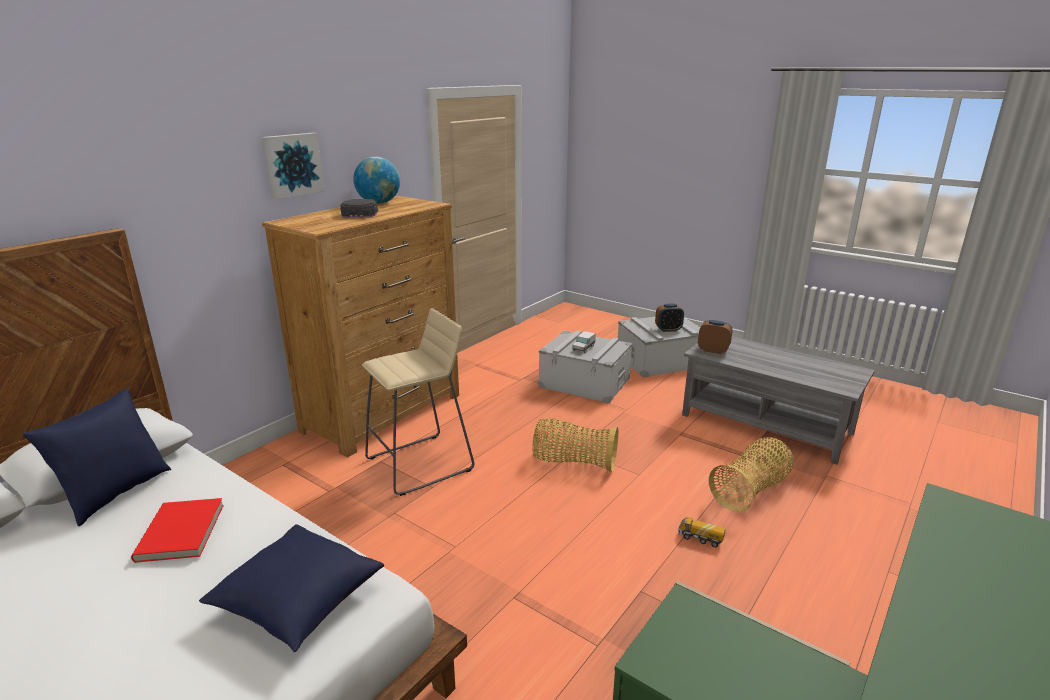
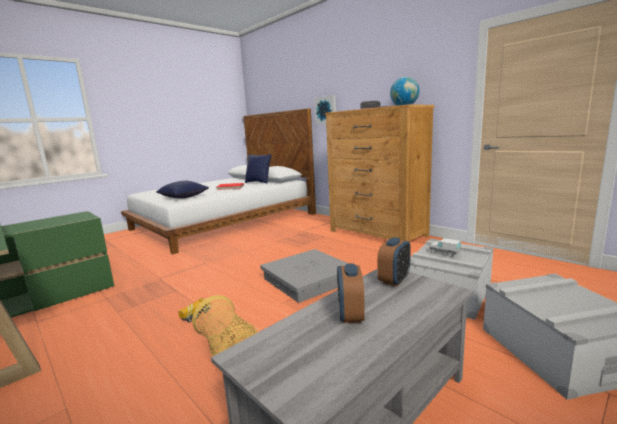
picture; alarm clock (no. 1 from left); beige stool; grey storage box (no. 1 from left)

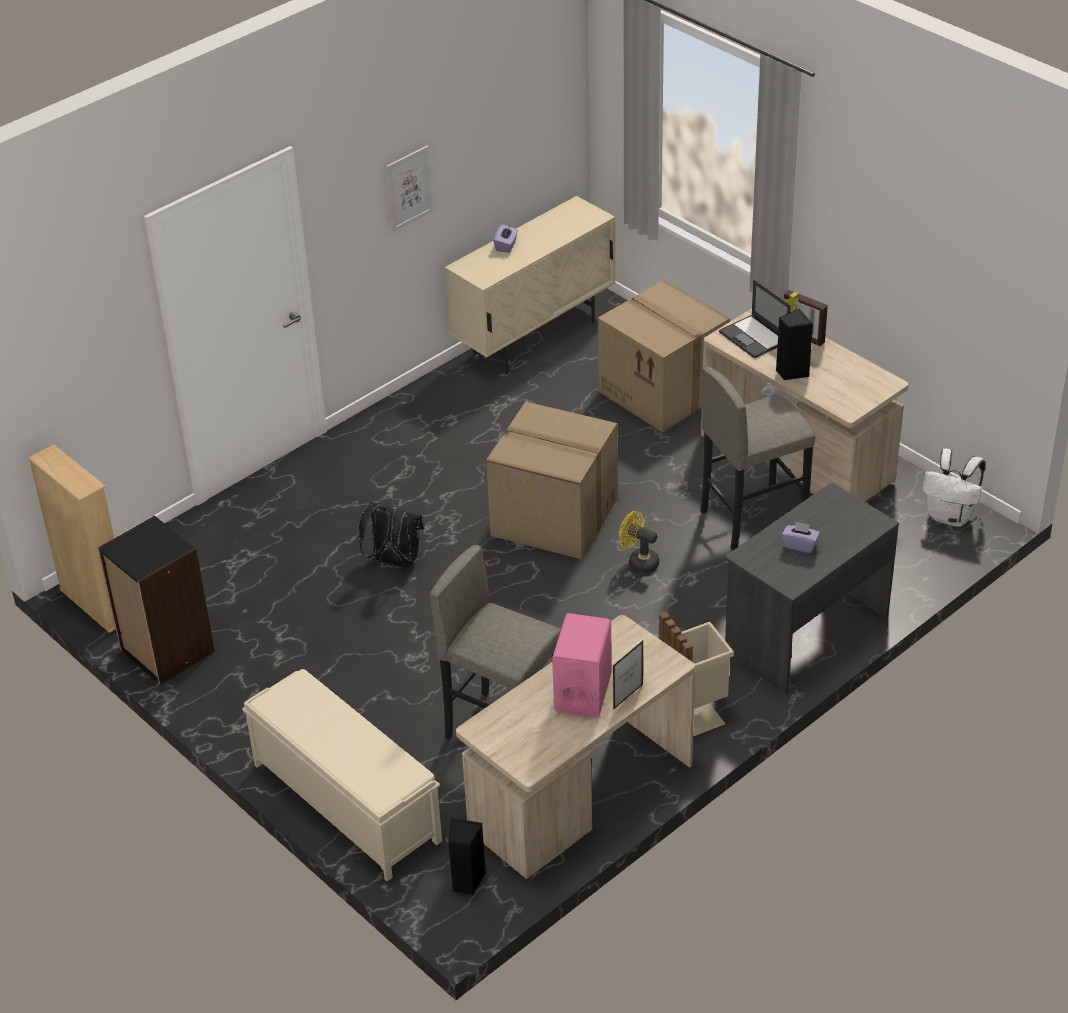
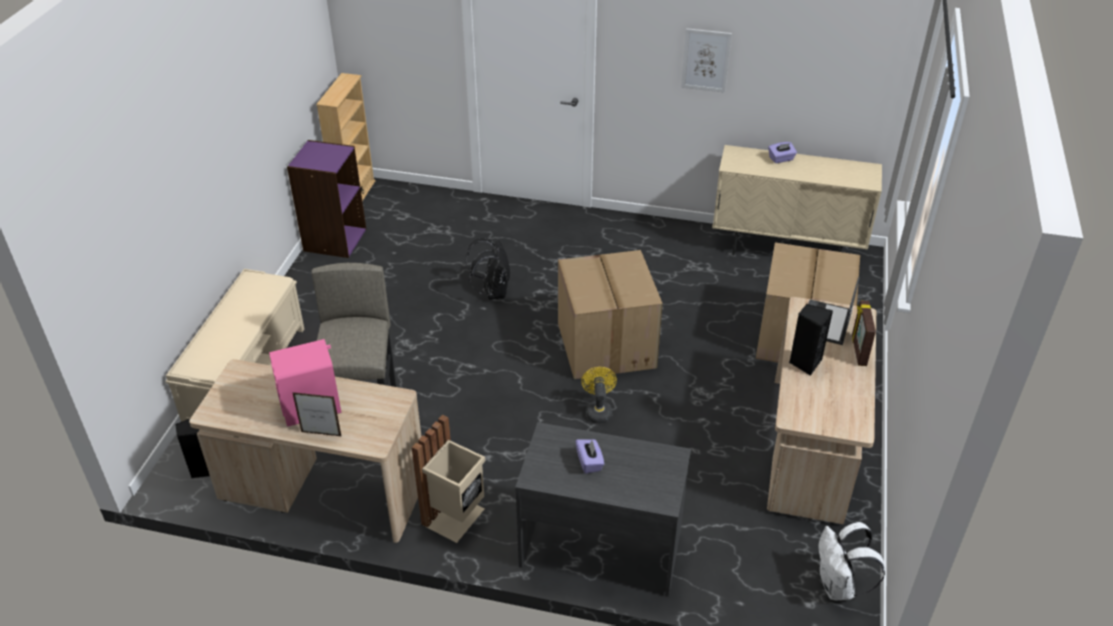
grey stool (no. 2 from left in the first image); purple bookcase

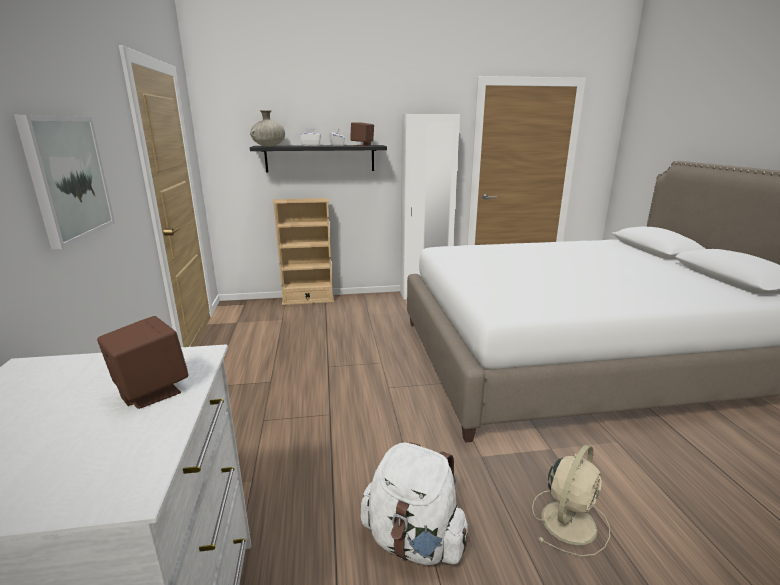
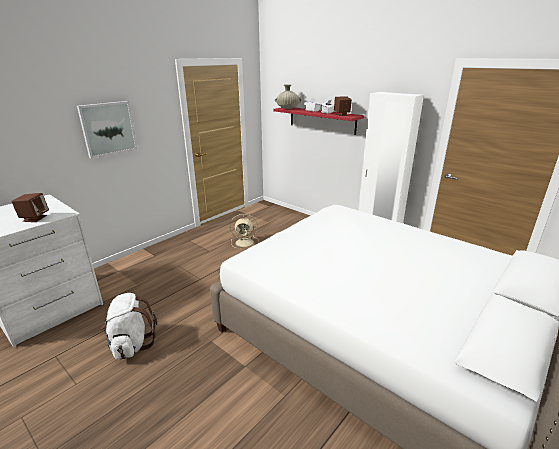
red shelf; beige bookcase; beige fan

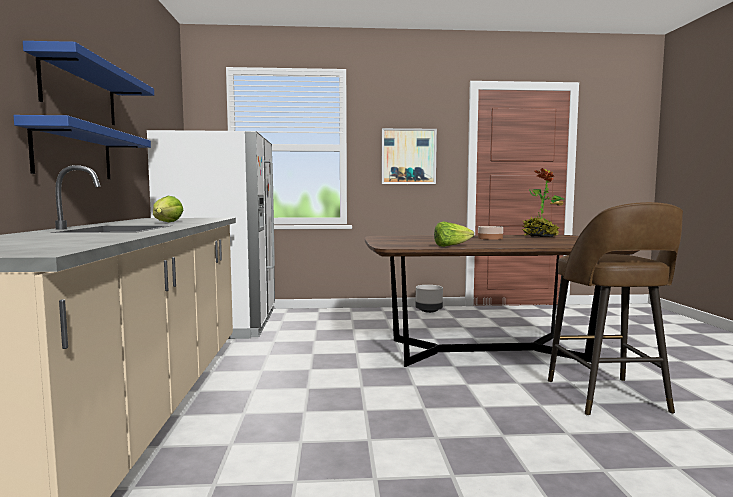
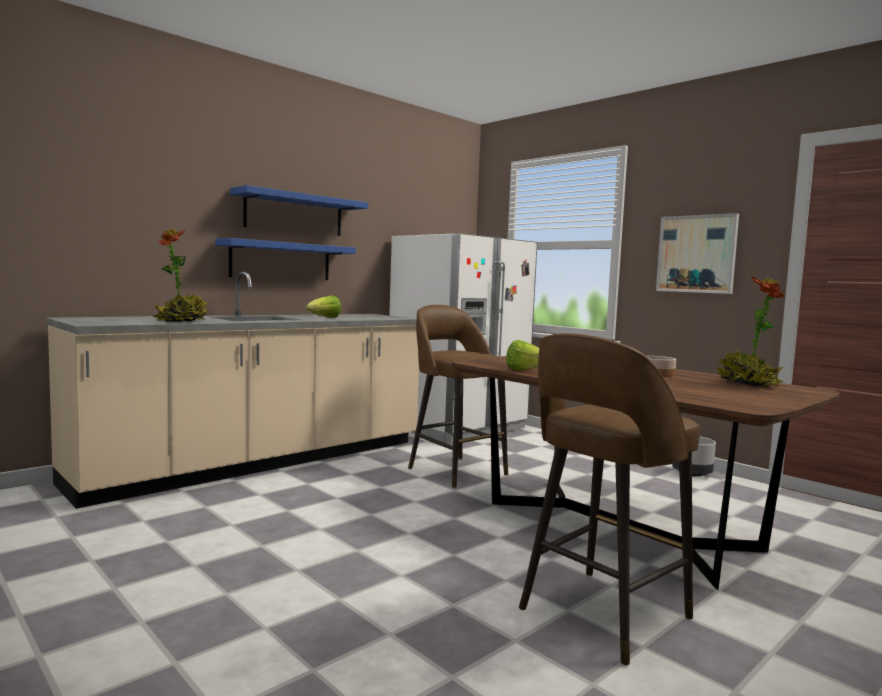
potted plant (no. 1 from left); brown stool (no. 1 from left)

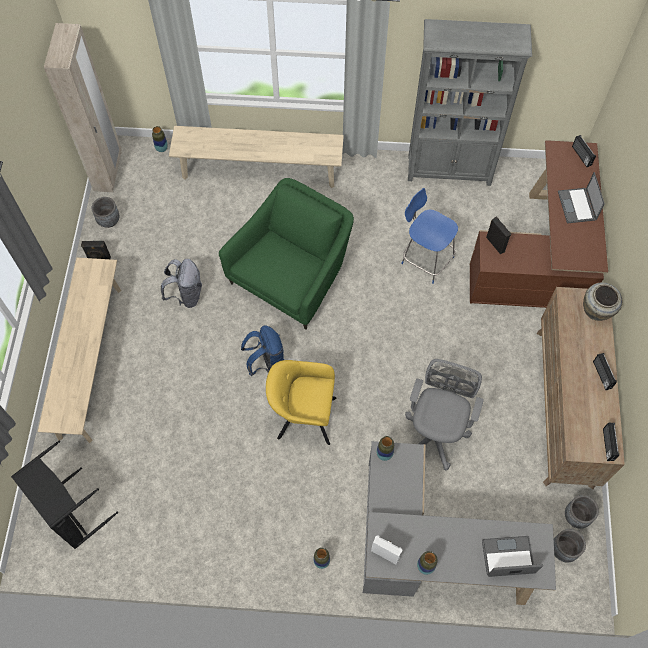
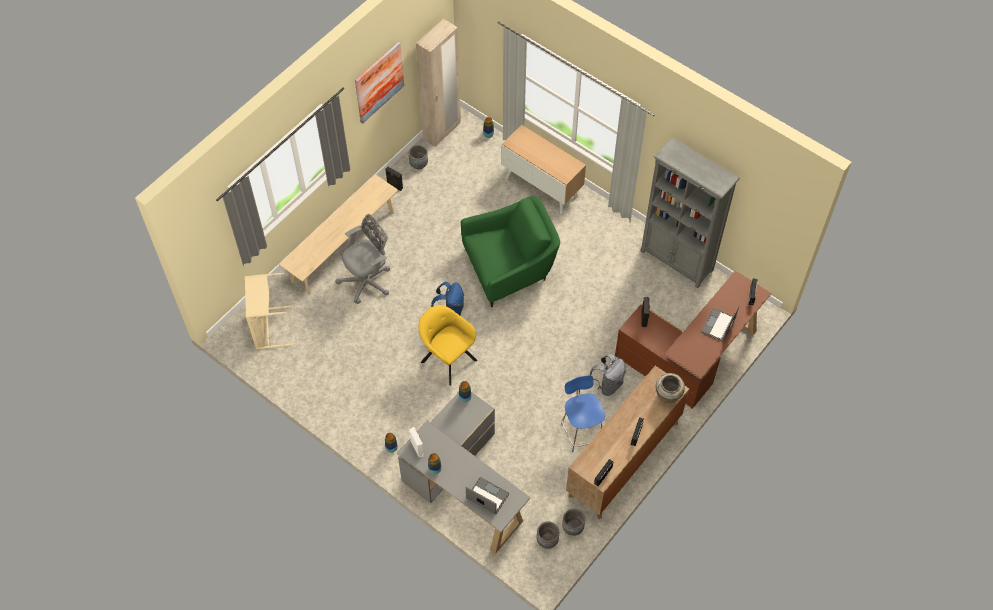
cabinet; blue chair; grey backpack; grey office chair; beige laundry basket; picture

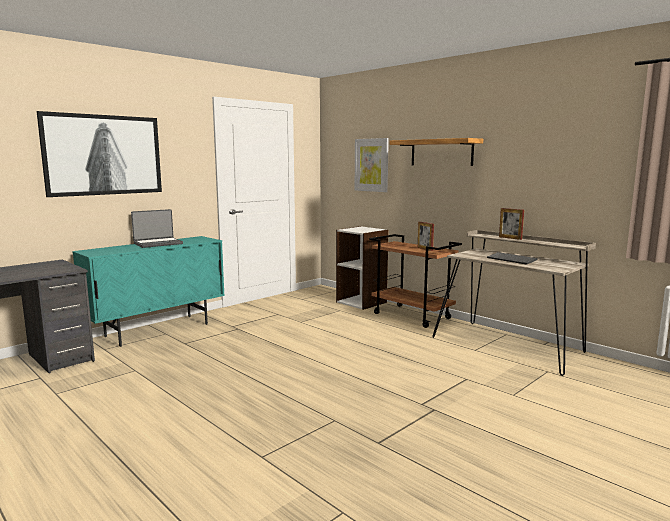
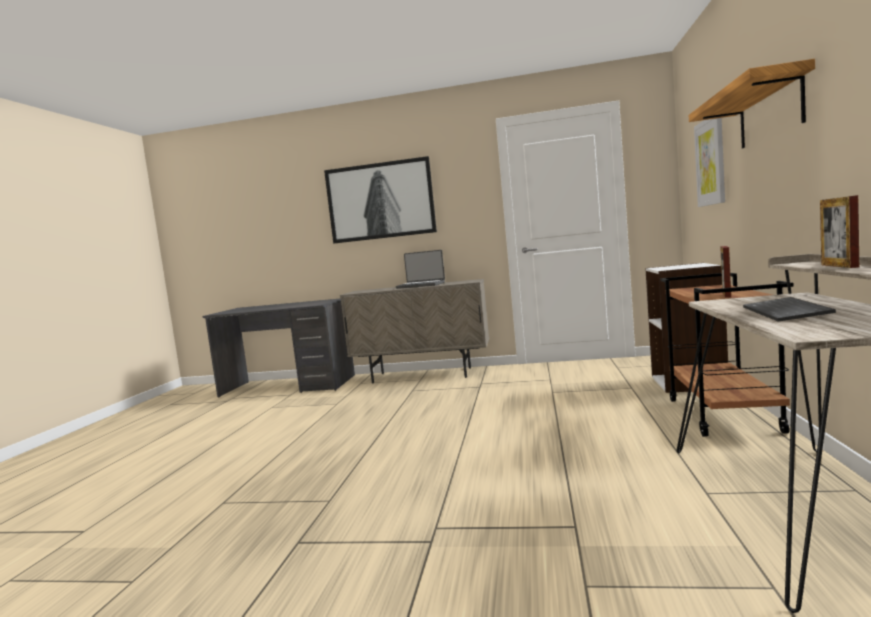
beige cabinet

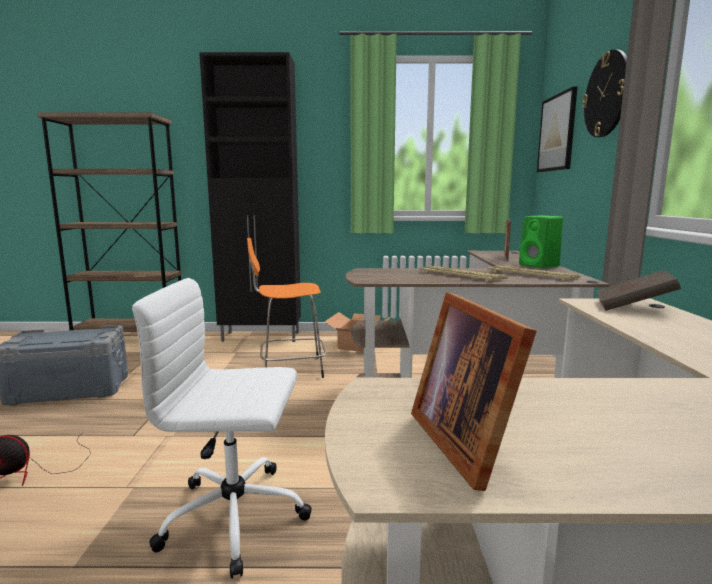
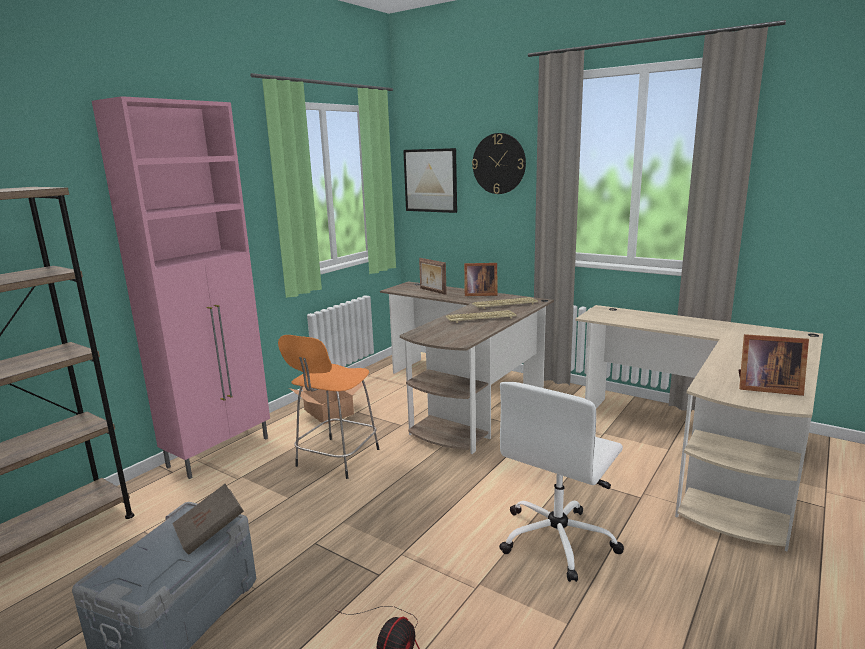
pink cabinet; picture frame (no. 2 from left); brown book

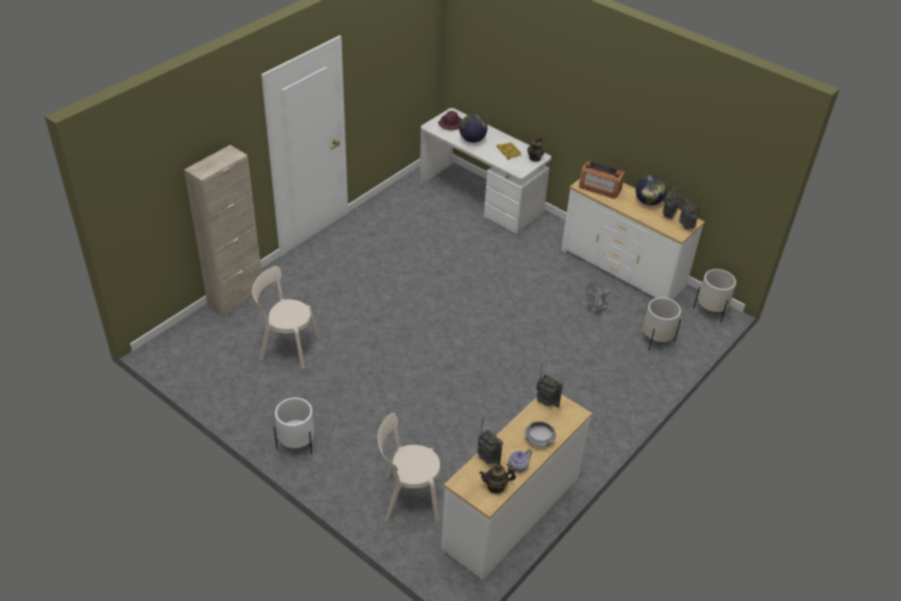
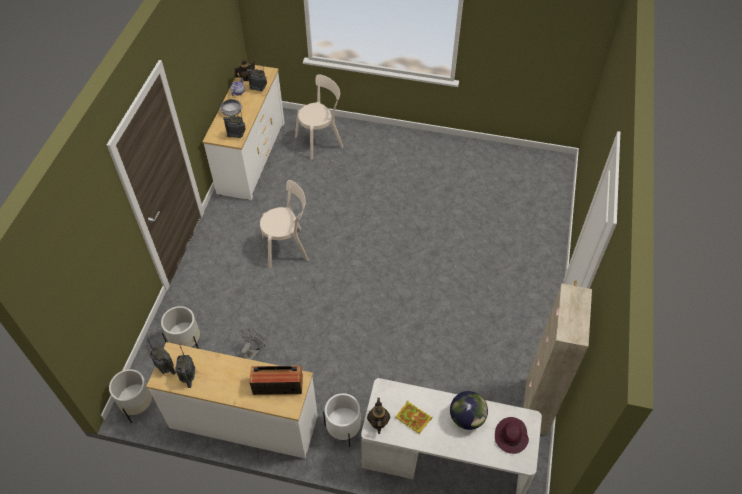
beige cabinet; globe (no. 2 from left in the first image); beige chair (no. 1 from left); white planter (no. 3 from left)

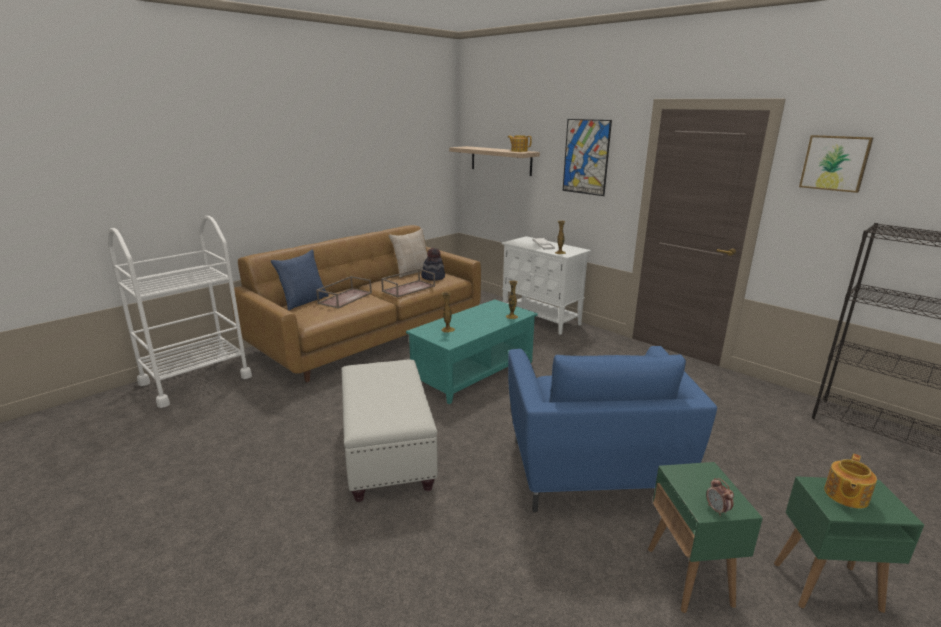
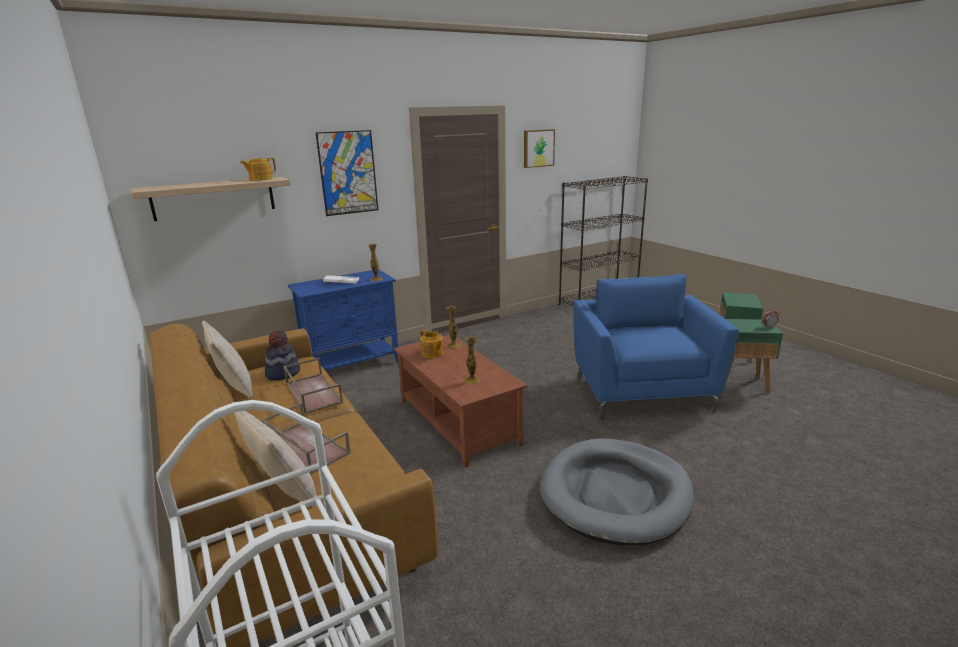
blue cabinet; beige pillow (no. 2 from left); brown coffee table; blue armchair; grey dog bed; teapot (no. 2 from left)

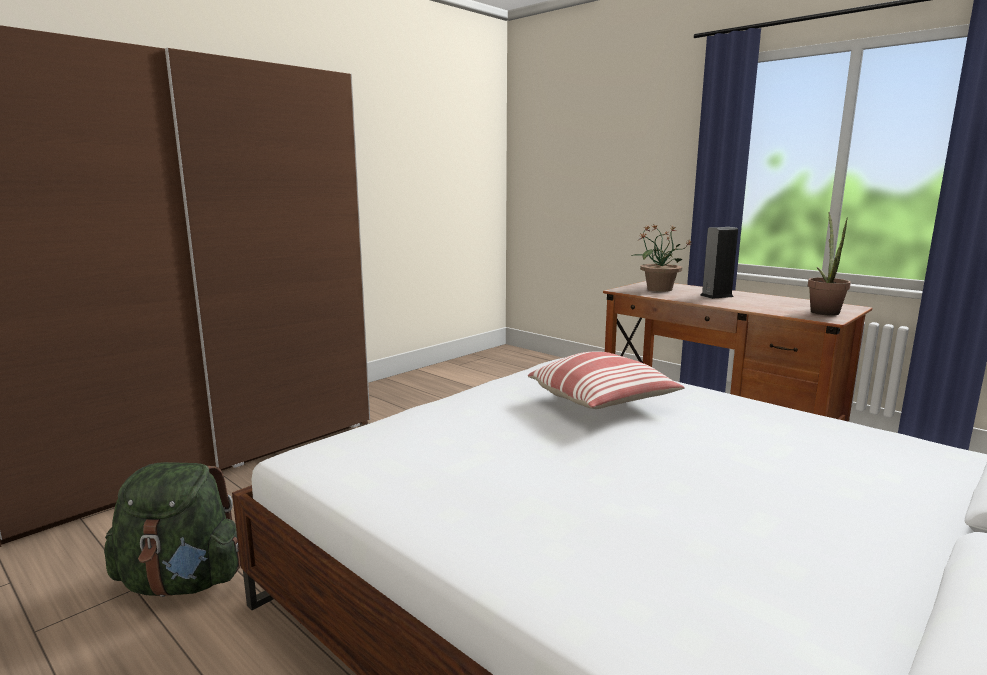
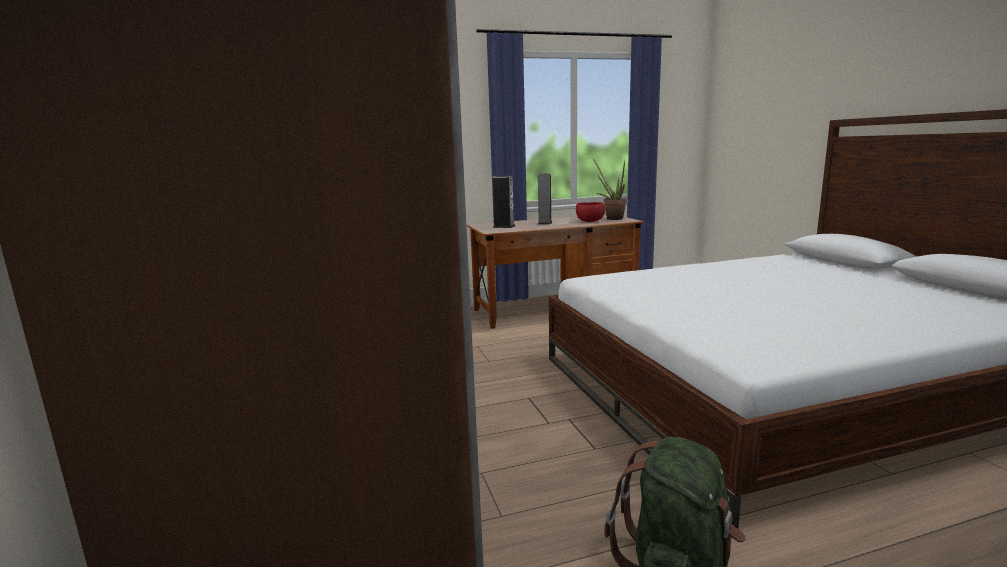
speaker (no. 1 from left); pillow; red bowl

